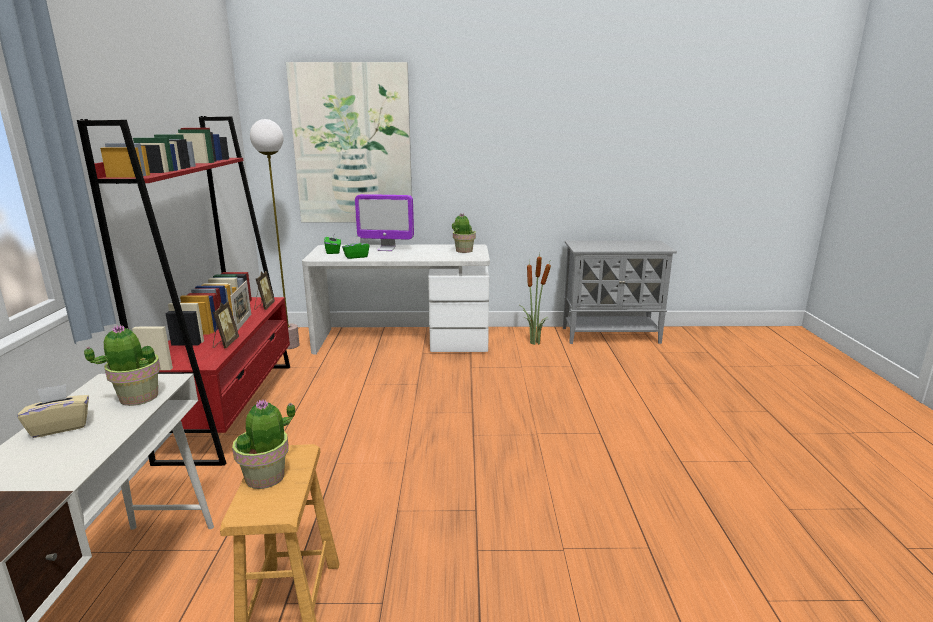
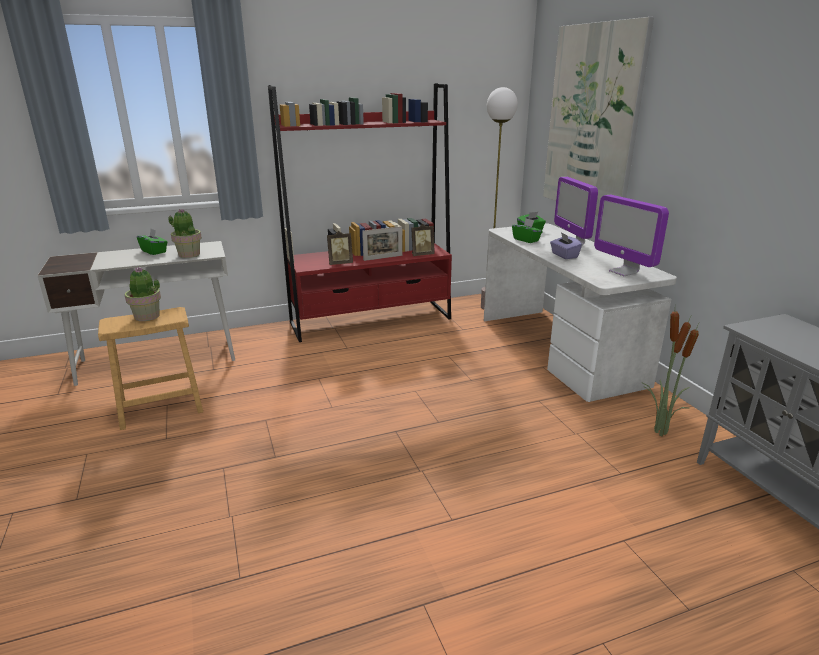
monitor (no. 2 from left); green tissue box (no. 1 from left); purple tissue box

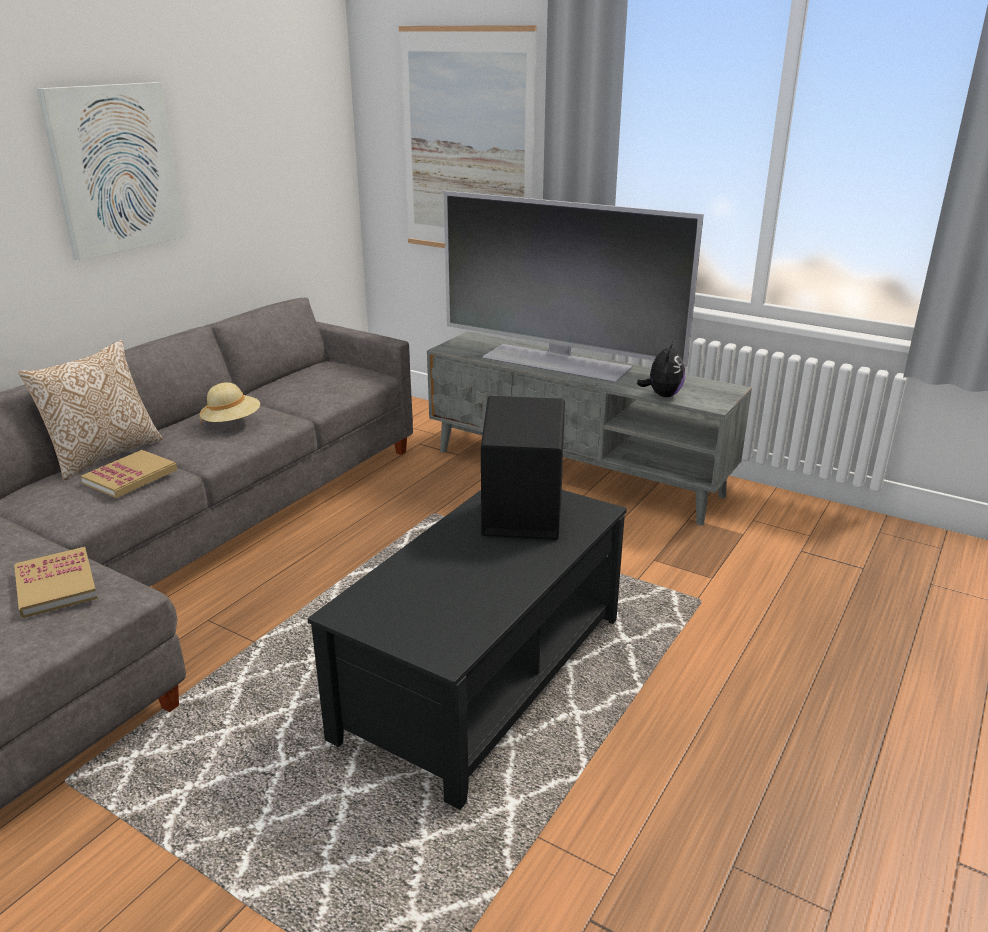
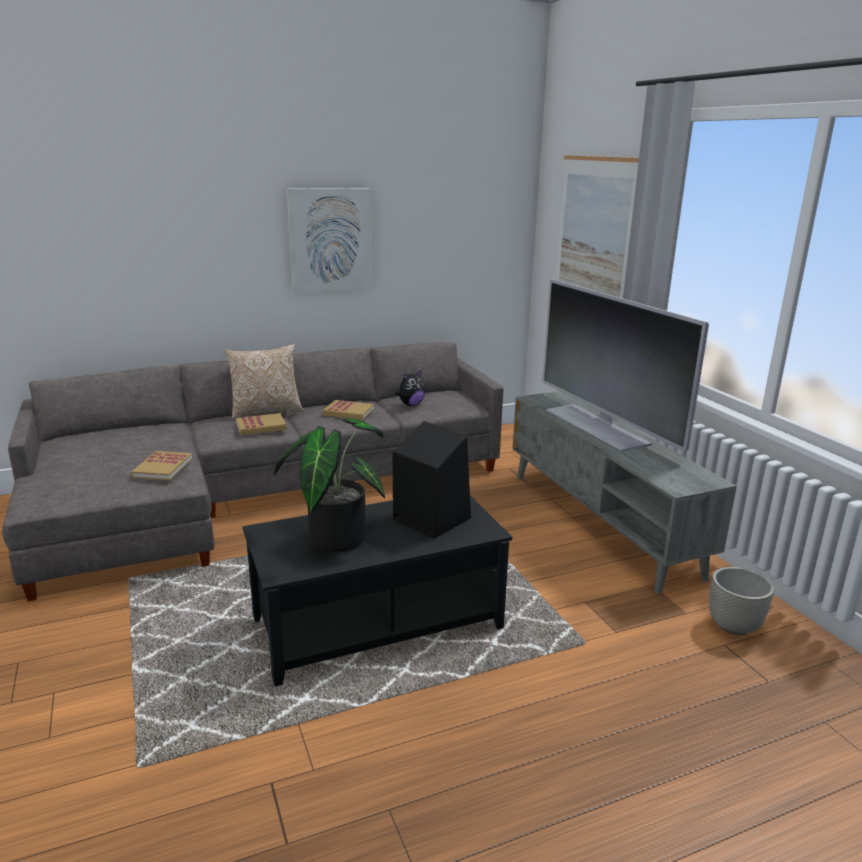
plush toy; book (no. 3 from left); potted plant; grey planter

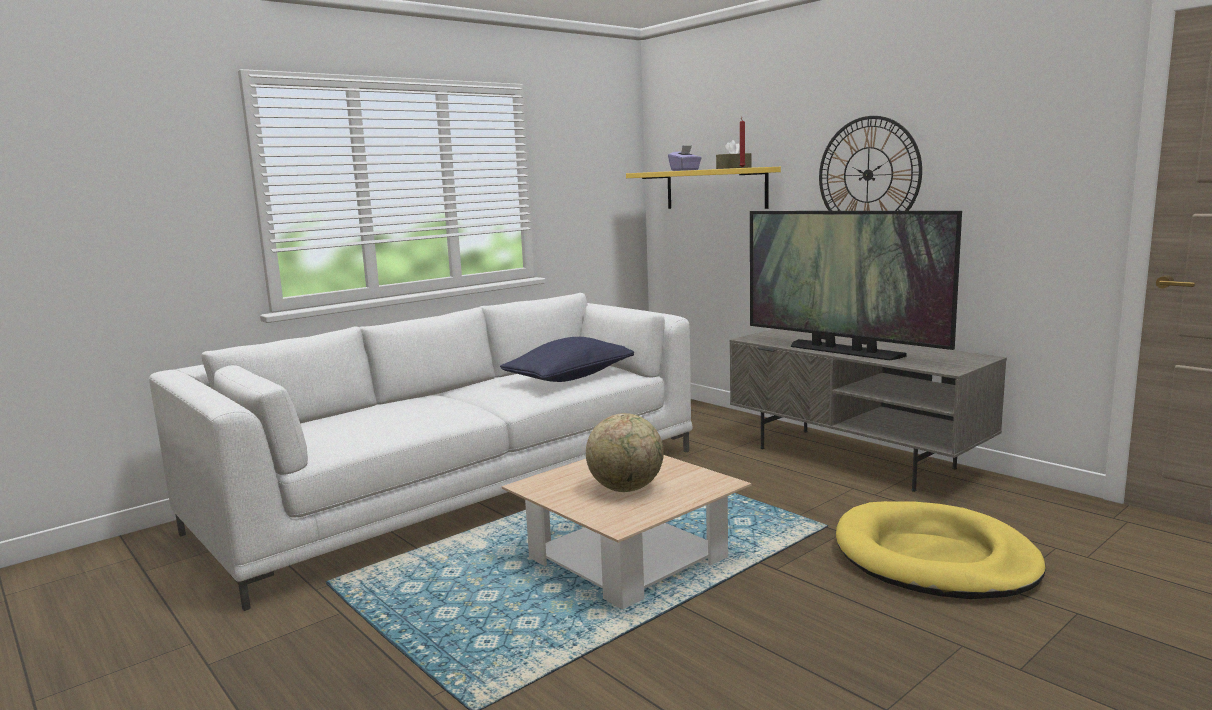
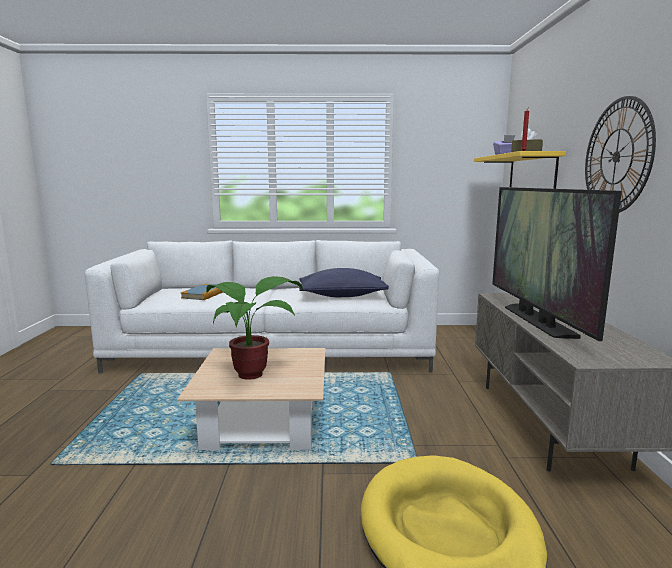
potted plant; book

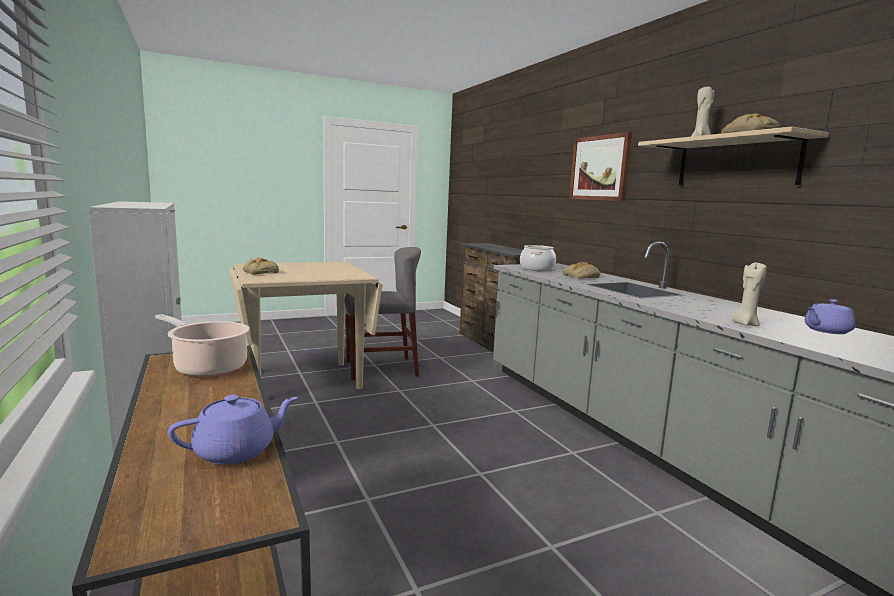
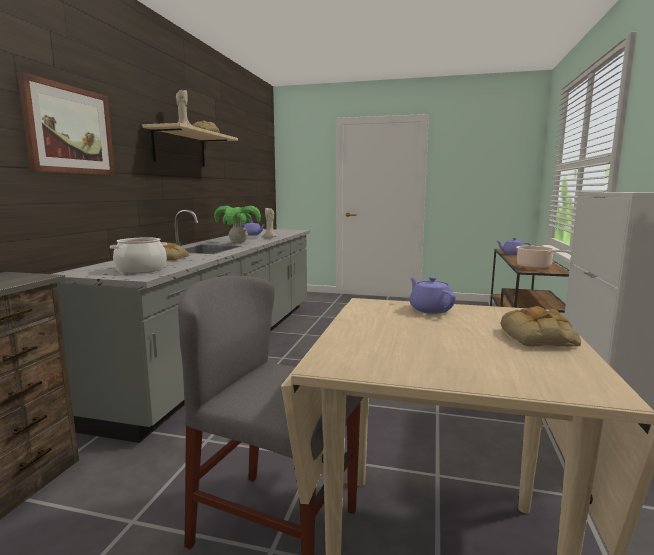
potted plant; purple teapot (no. 2 from left)

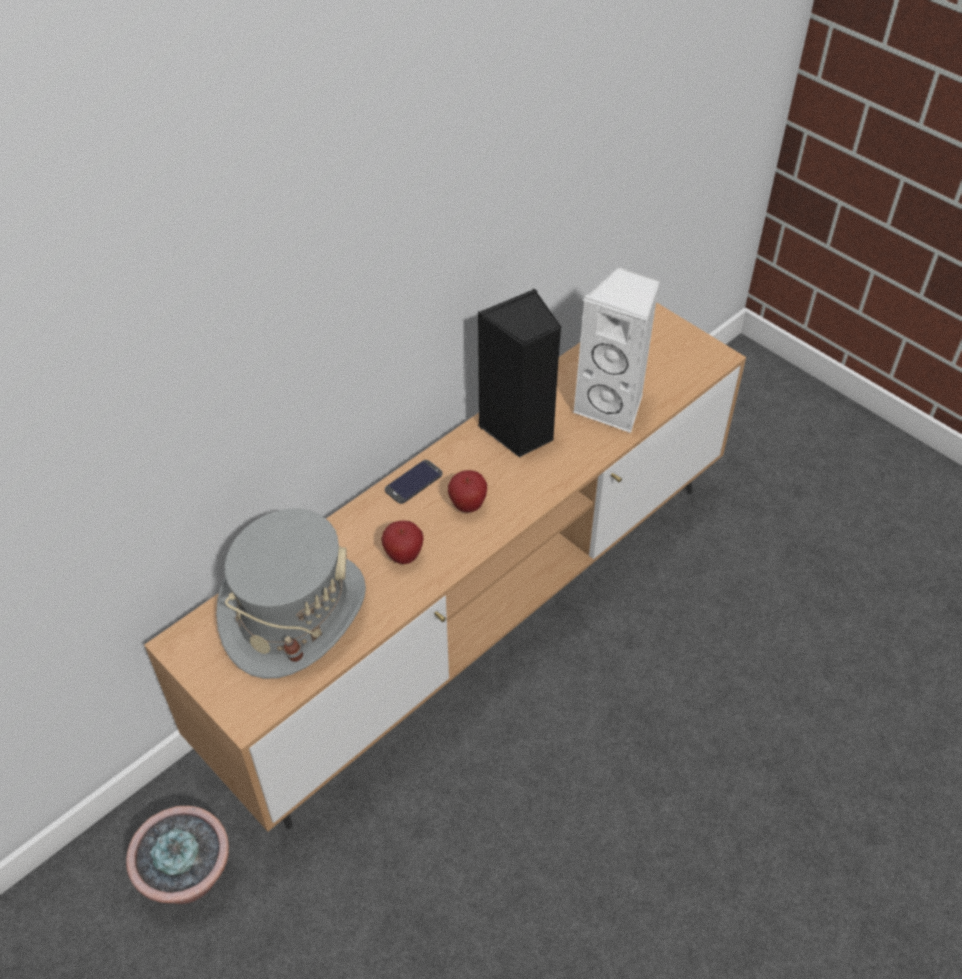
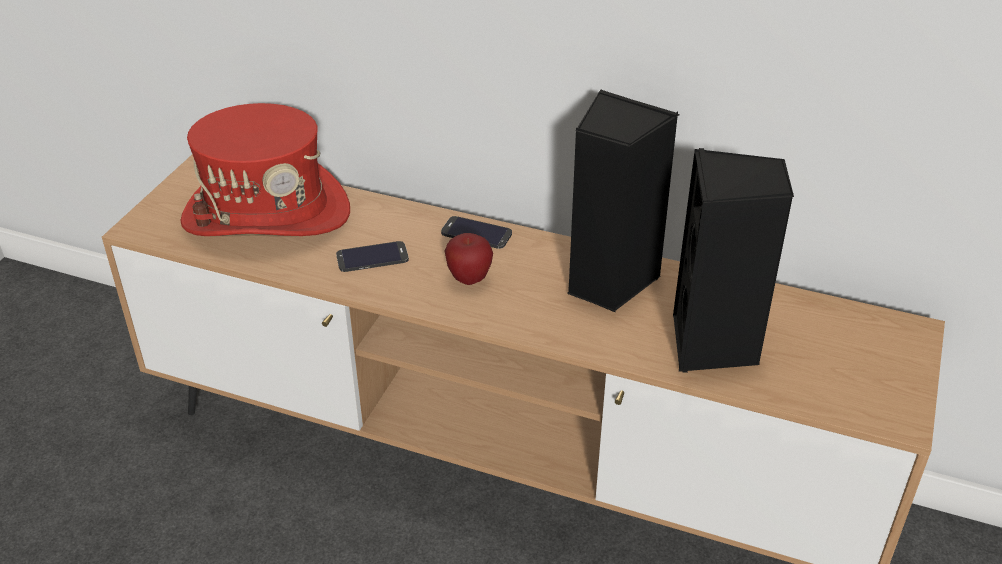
black speaker (no. 2 from left); red hat; phone (no. 1 from left); potted plant

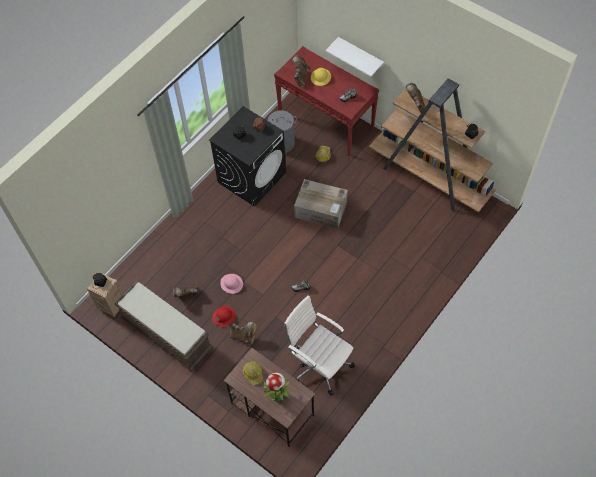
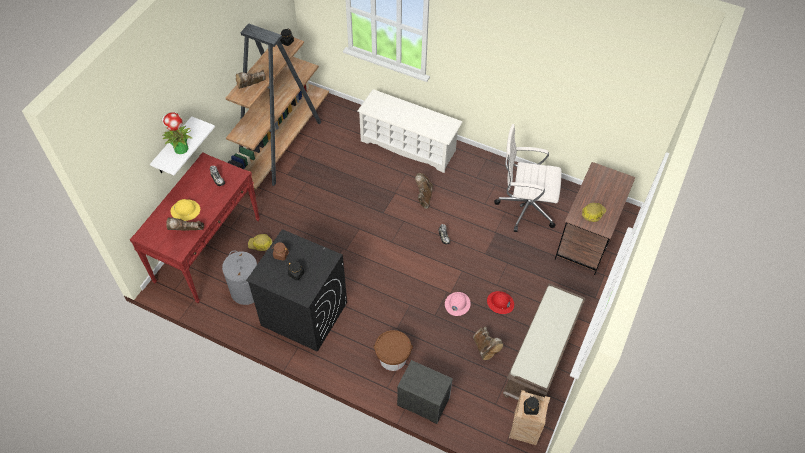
cardboard box; white office chair; brown boot (no. 3 from left); potted plant; white shoe rack; brown bucket; nightstand

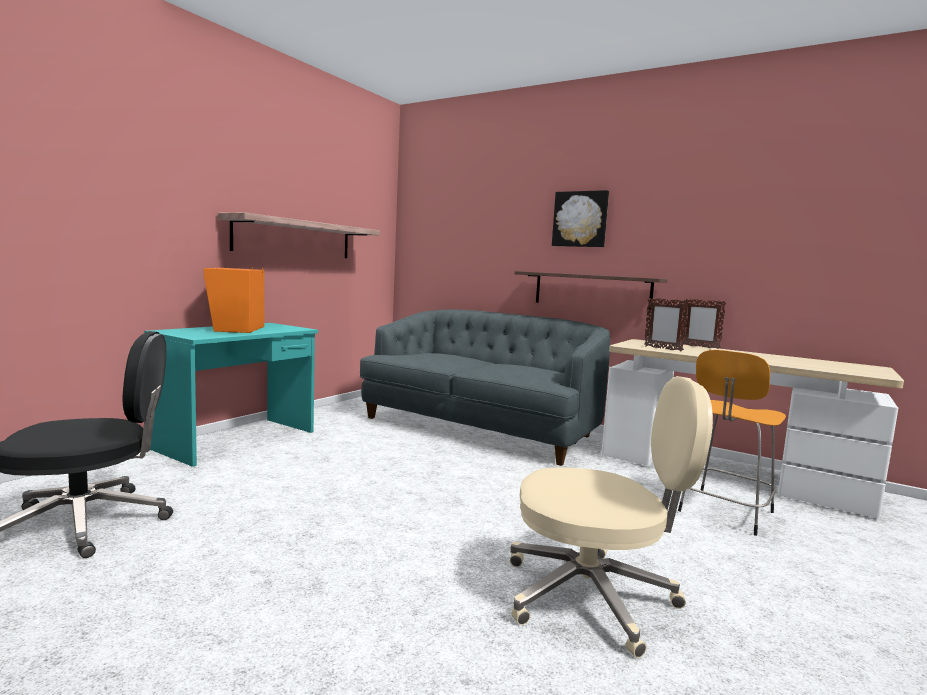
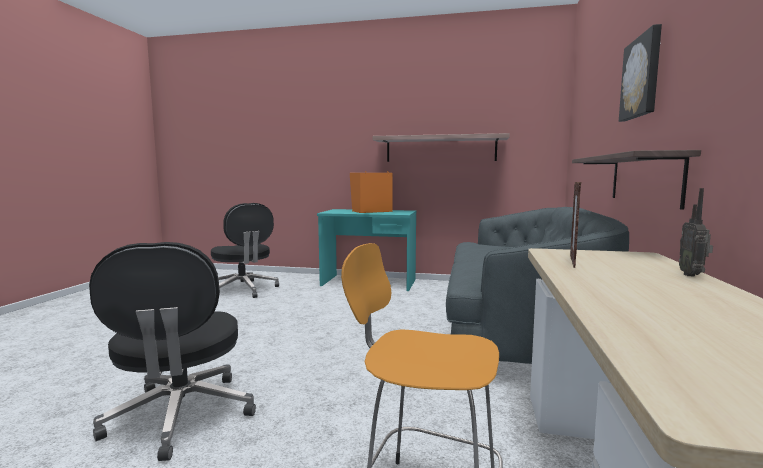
radio; black office chair (no. 1 from left)

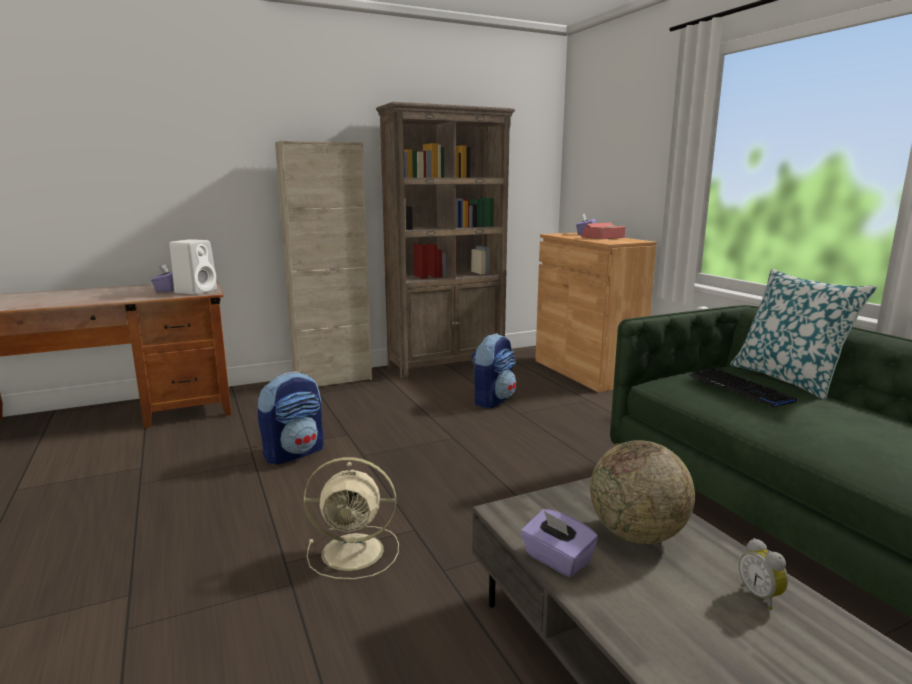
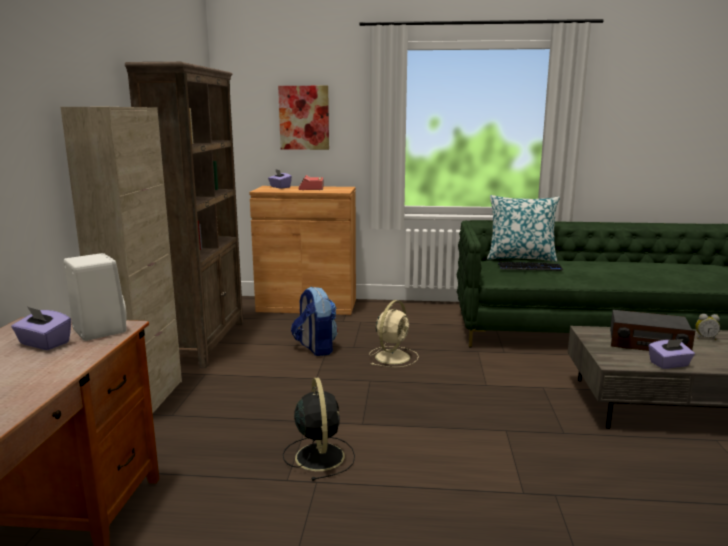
black fan; radio; beige fan; picture

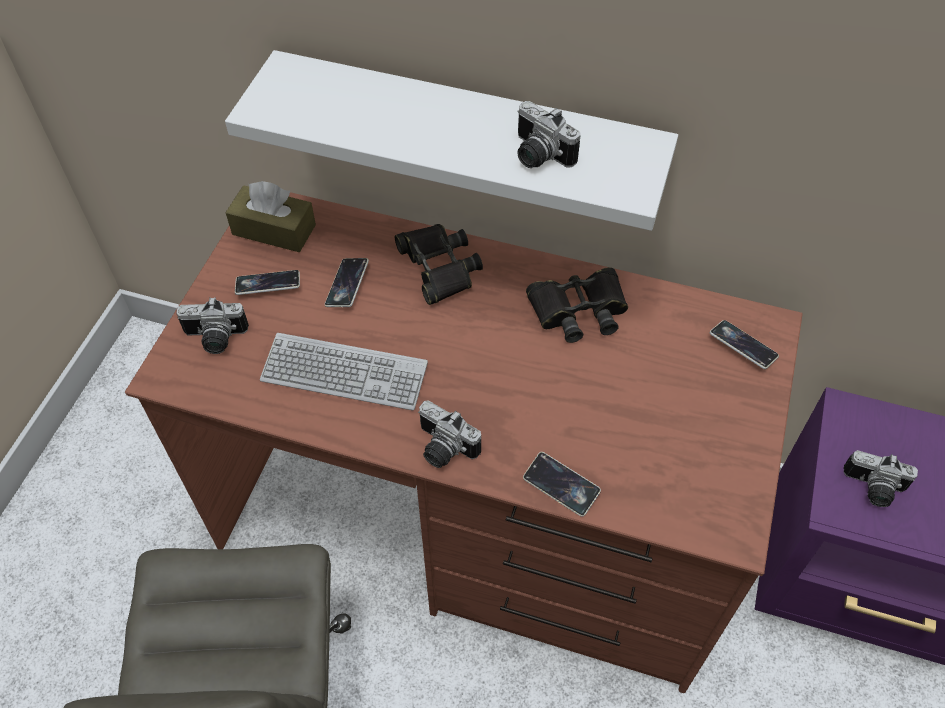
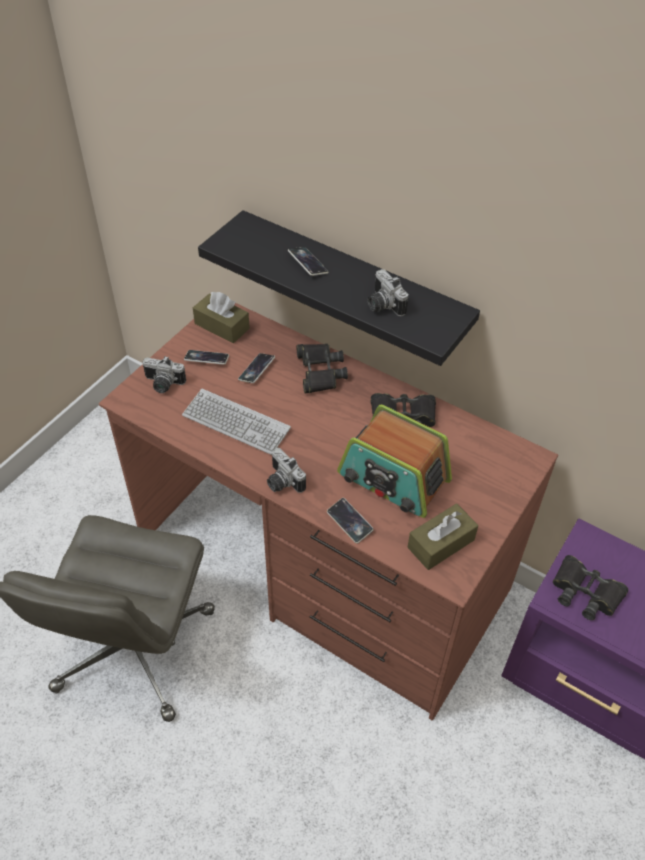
black shelf; phone (no. 3 from left); black binoculars (no. 3 from left); radio; brown tissue box (no. 2 from left)

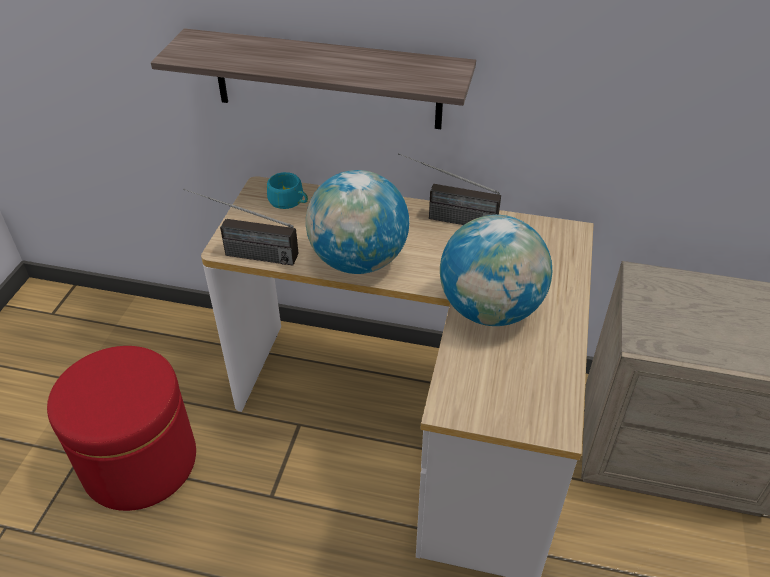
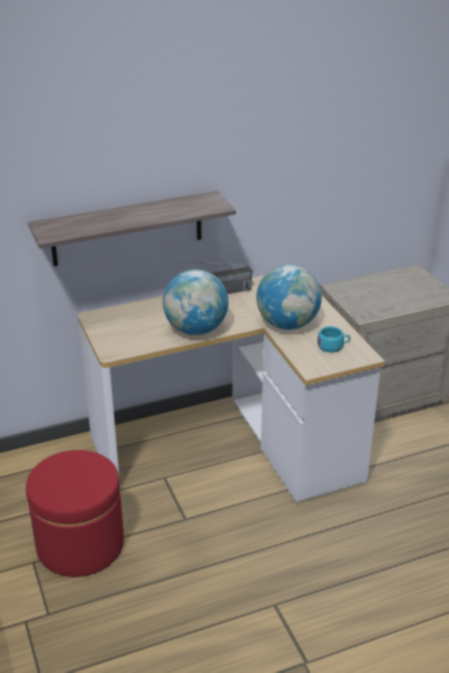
turquoise cup; radio (no. 1 from left in the first image)

